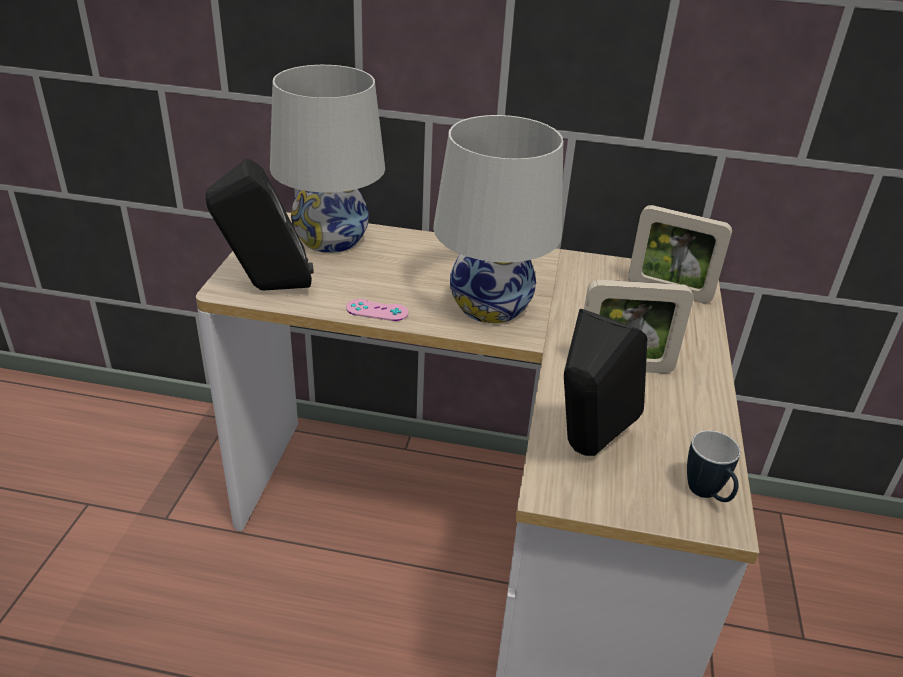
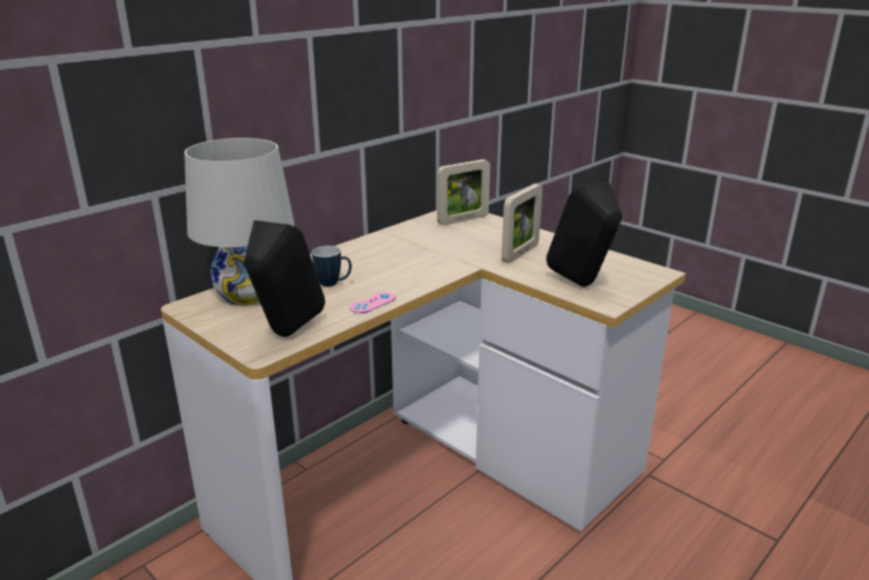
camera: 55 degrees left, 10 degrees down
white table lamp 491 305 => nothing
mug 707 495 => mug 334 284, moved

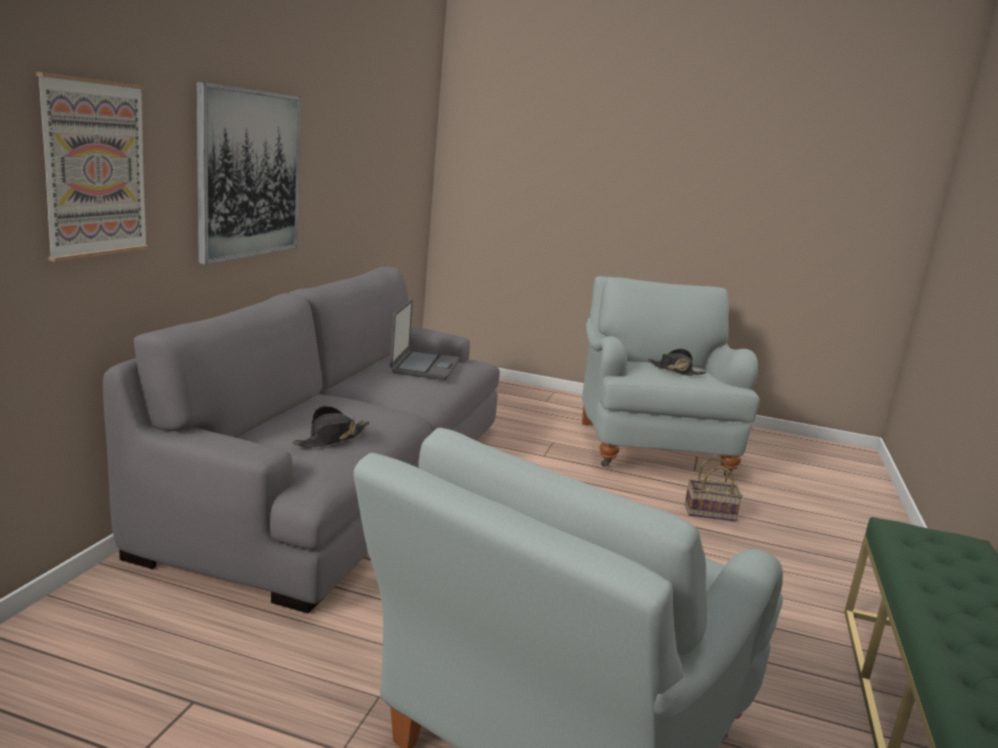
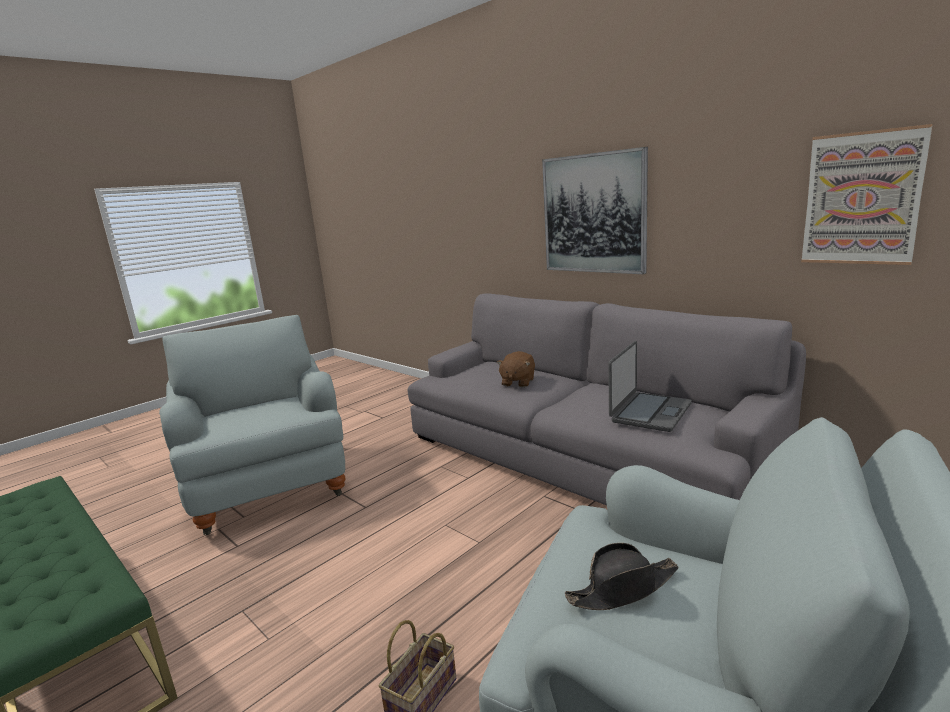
camera: 120 degrees right, 0 degrees up
picture 94 169 => picture 861 199, moved
black hat 331 439 => nothing
laptop 424 366 => laptop 650 412, 90 degrees counterclockwise
nothing => brown plush toy 517 382

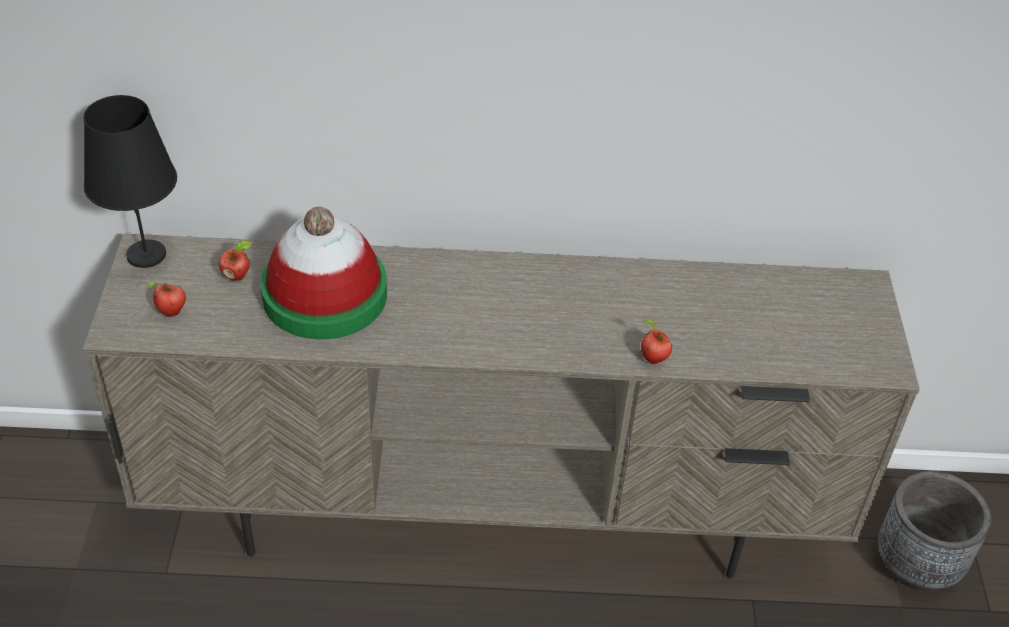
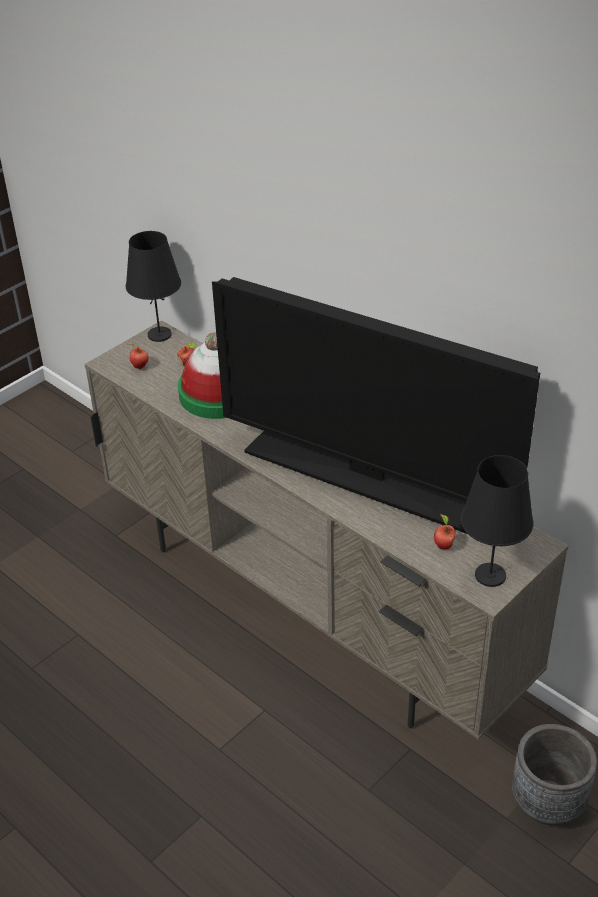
camera: 45 degrees right, 5 degrees down
apple 652 358 => apple 443 545, moved
nothing => television 369 480
nothing => black table lamp 490 575

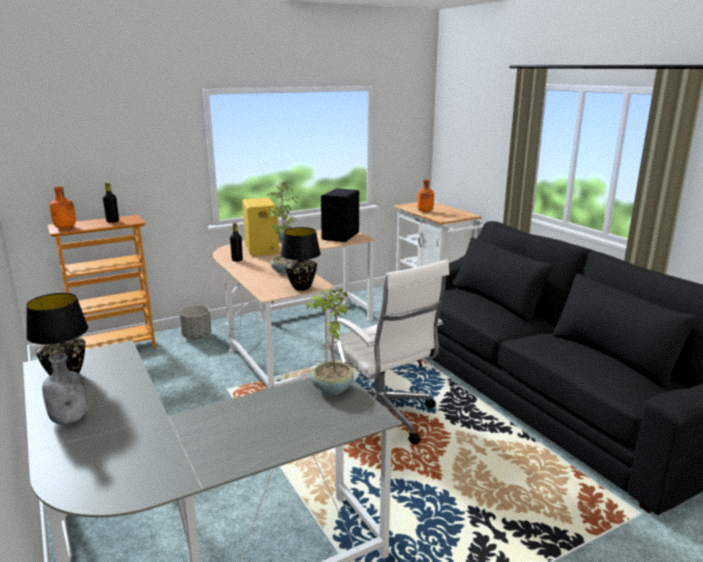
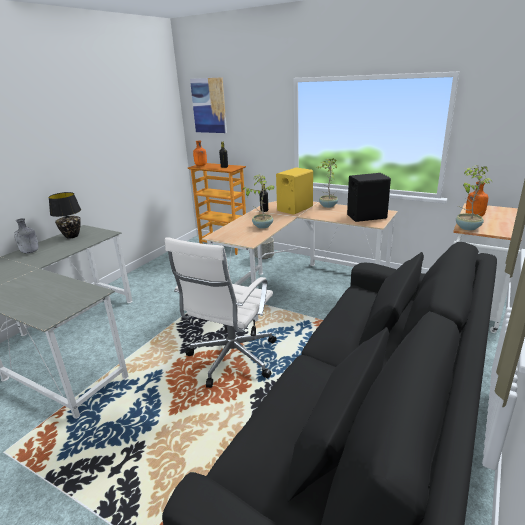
camera: 60 degrees right, 5 degrees up
black table lamp 302 287 => nothing
potted plant 331 389 => potted plant 467 227, moved
nothing => picture 209 105

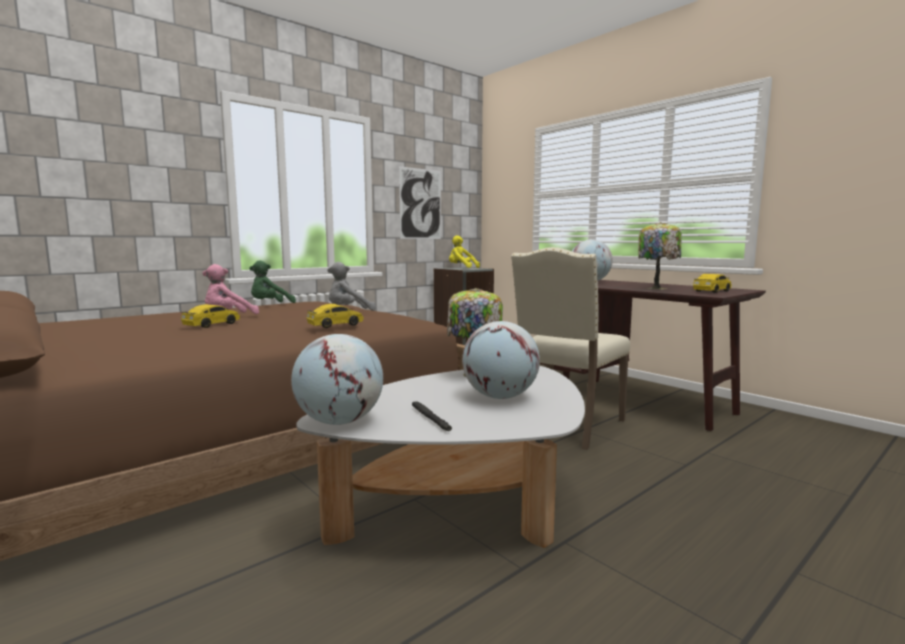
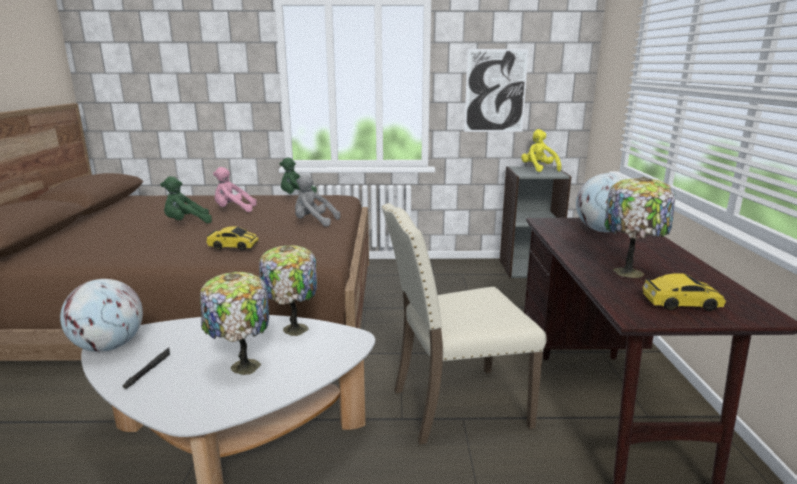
camera: 40 degrees right, 10 degrees up
toy car 212 325 => green plush toy 186 223
globe 500 397 => table lamp 242 367

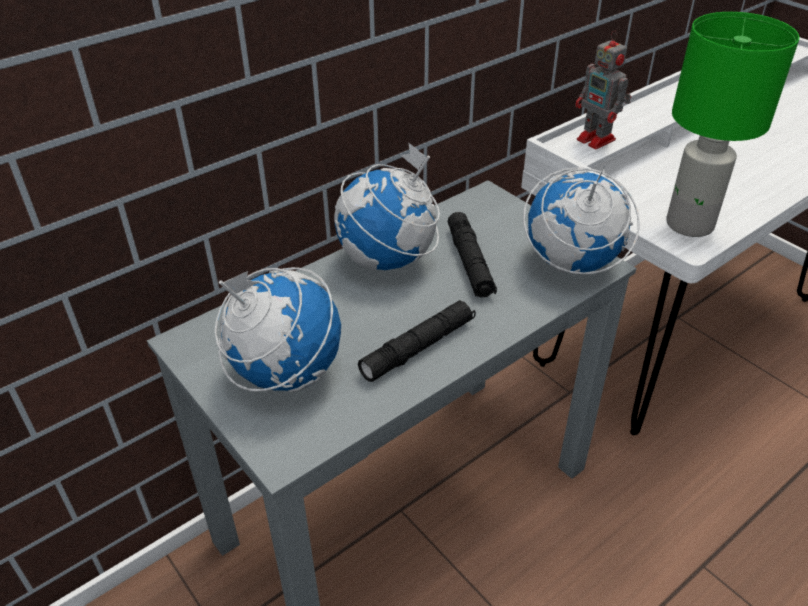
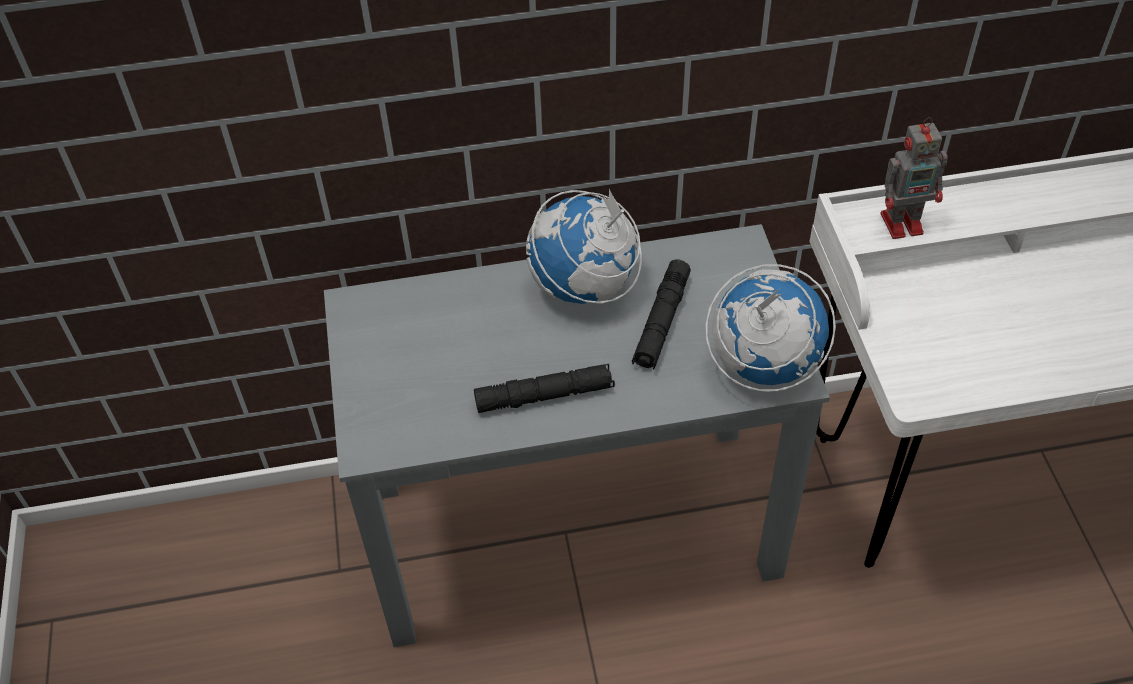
camera: 30 degrees right, 10 degrees up
globe 284 373 => nothing
toy robot 597 140 => toy robot 904 223, 90 degrees counterclockwise
green table lamp 690 225 => nothing

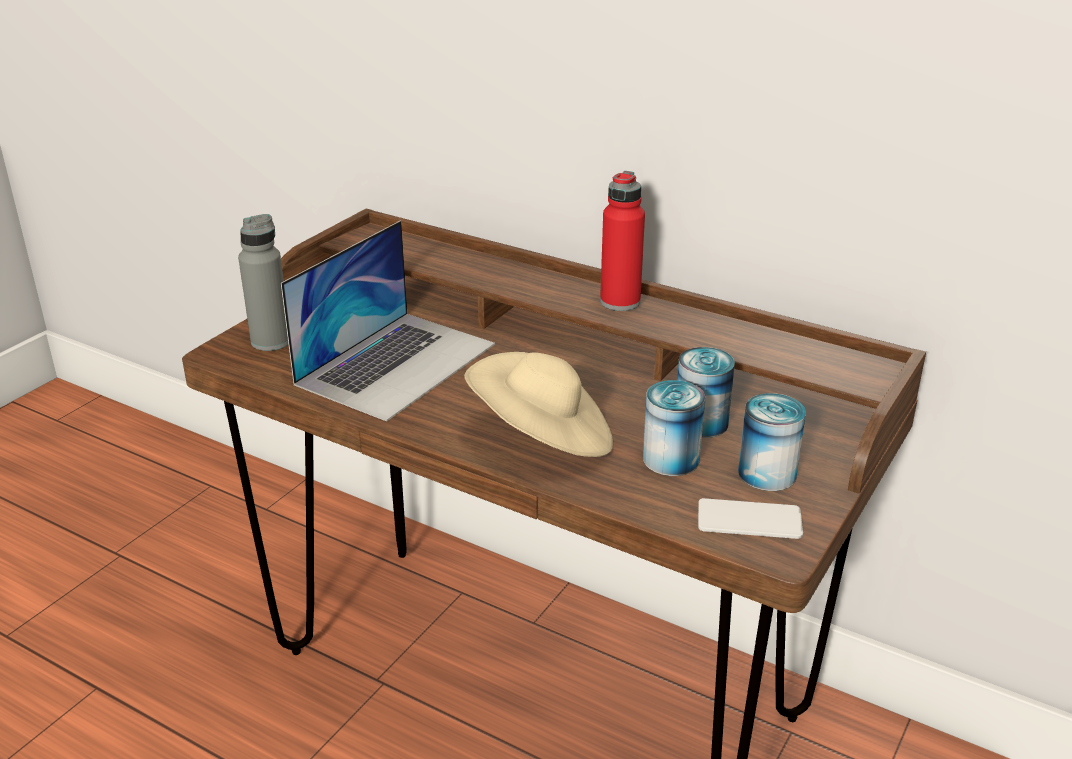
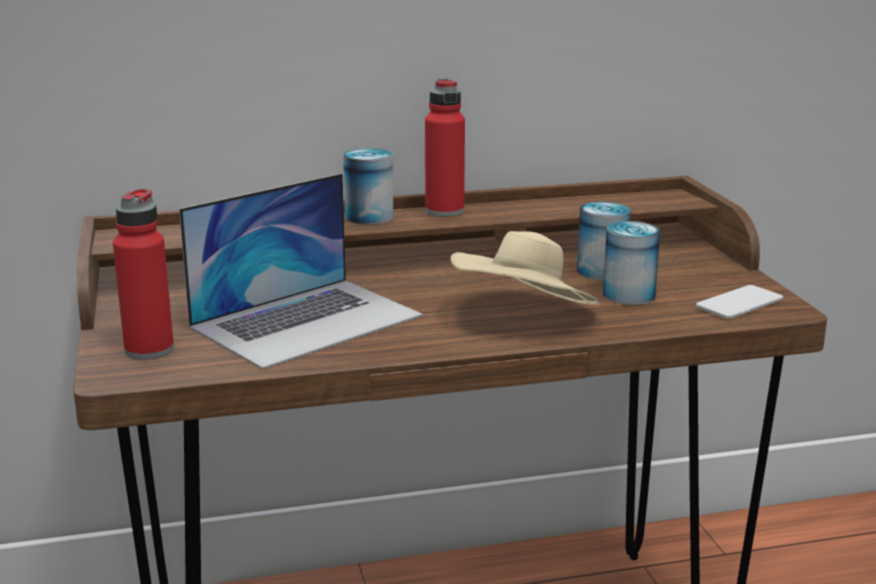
camera: 45 degrees left, 10 degrees down
grey bottle 271 341 => red bottle 149 350
laptop 397 363 => laptop 307 321, 60 degrees clockwise
can 767 473 => can 369 217, moved

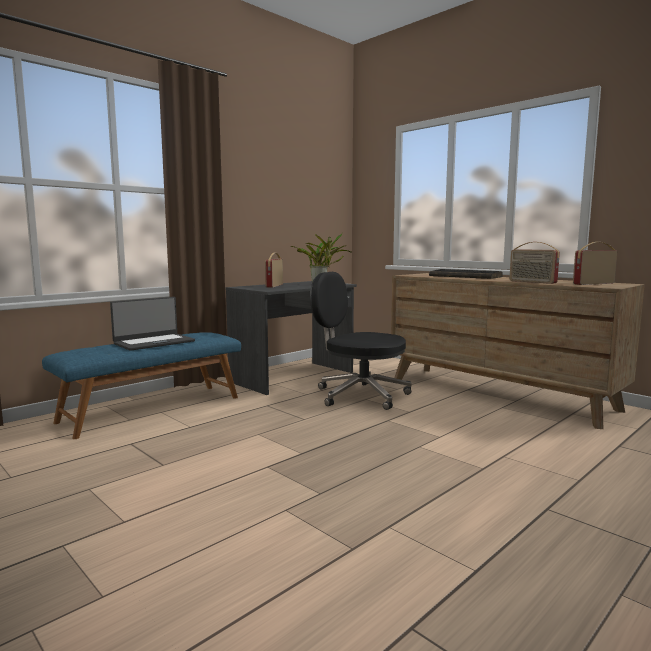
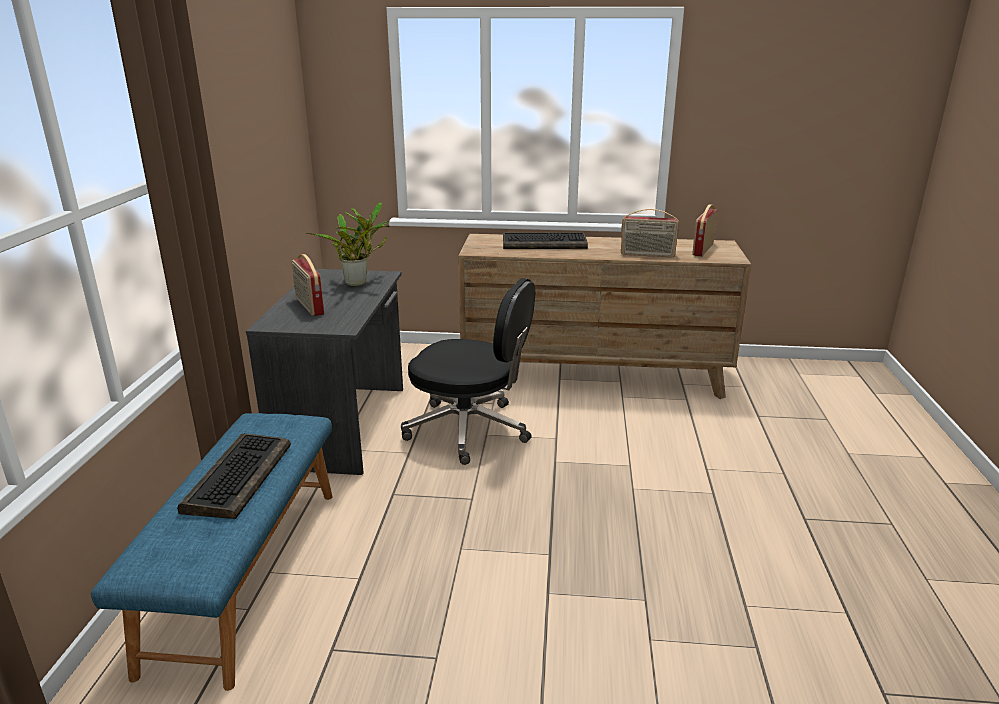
camera: 40 degrees left, 15 degrees up
laptop 154 342 => keyboard 238 476
black office chair 359 395 => black office chair 470 430, 150 degrees counterclockwise

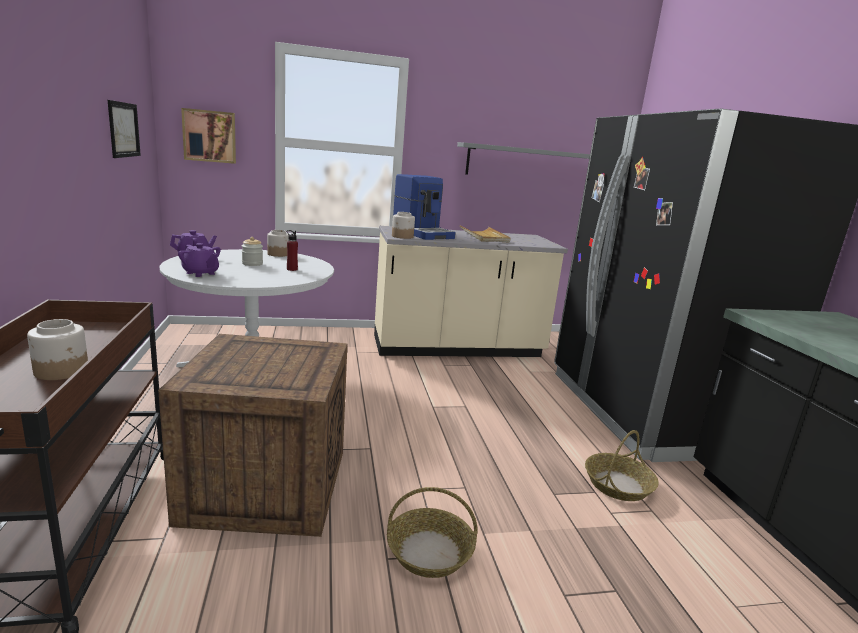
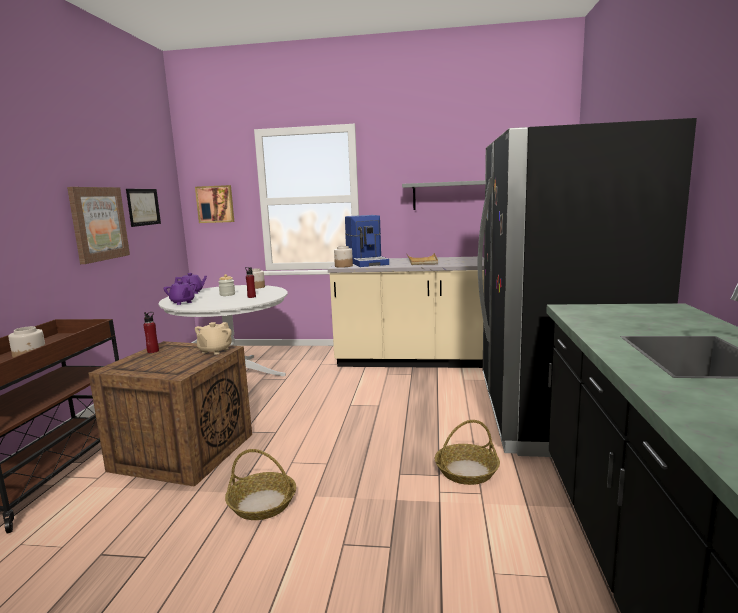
camera: 20 degrees right, 5 degrees down
nothing => picture 98 223
nothing => red bottle 153 351
nothing => beige teapot 215 350

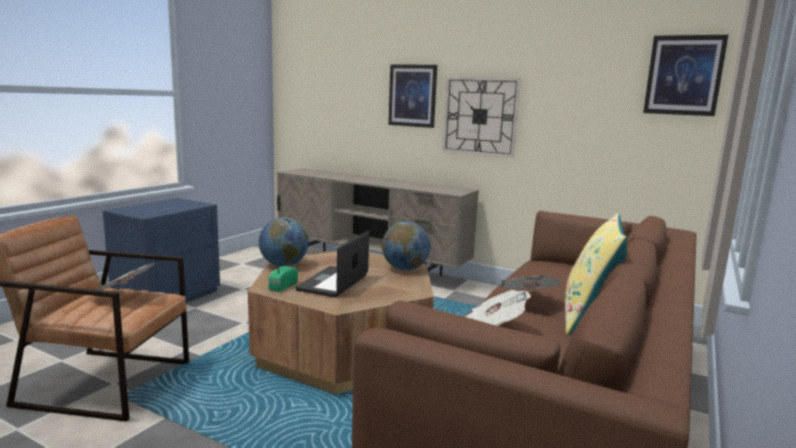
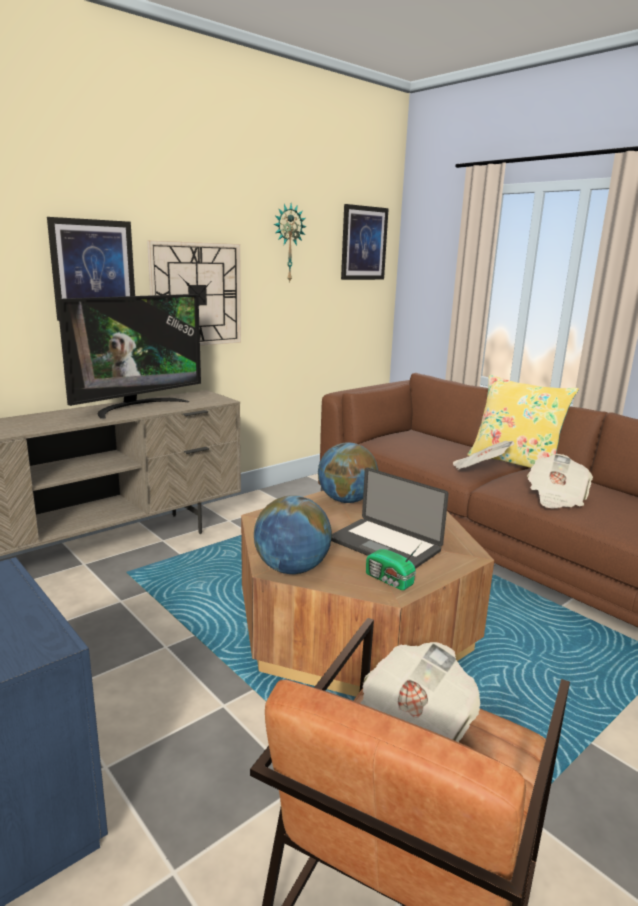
camera: 70 degrees left, 5 degrees up
nothing => television 137 406
nothing => wall clock 288 243

